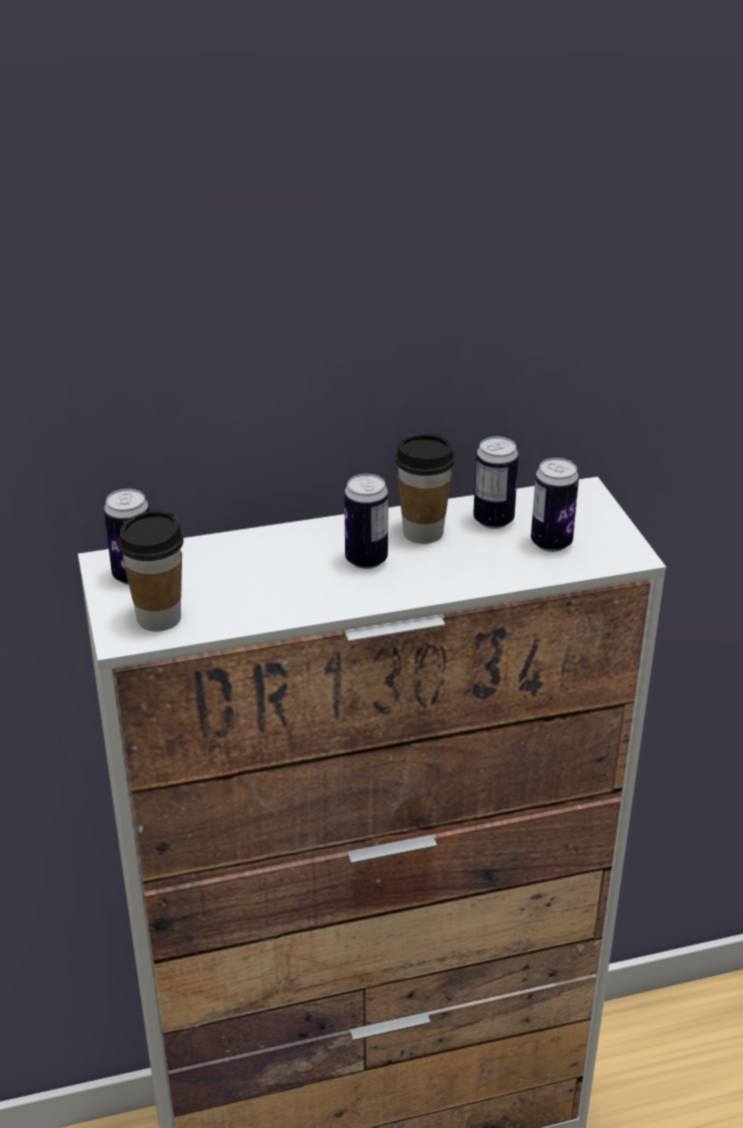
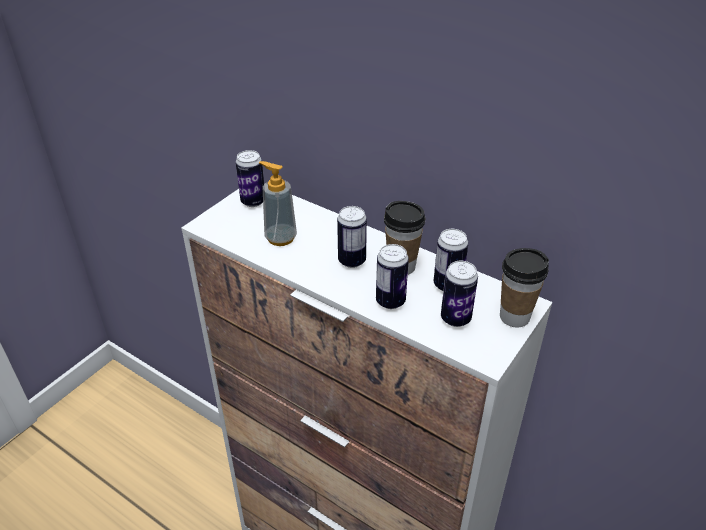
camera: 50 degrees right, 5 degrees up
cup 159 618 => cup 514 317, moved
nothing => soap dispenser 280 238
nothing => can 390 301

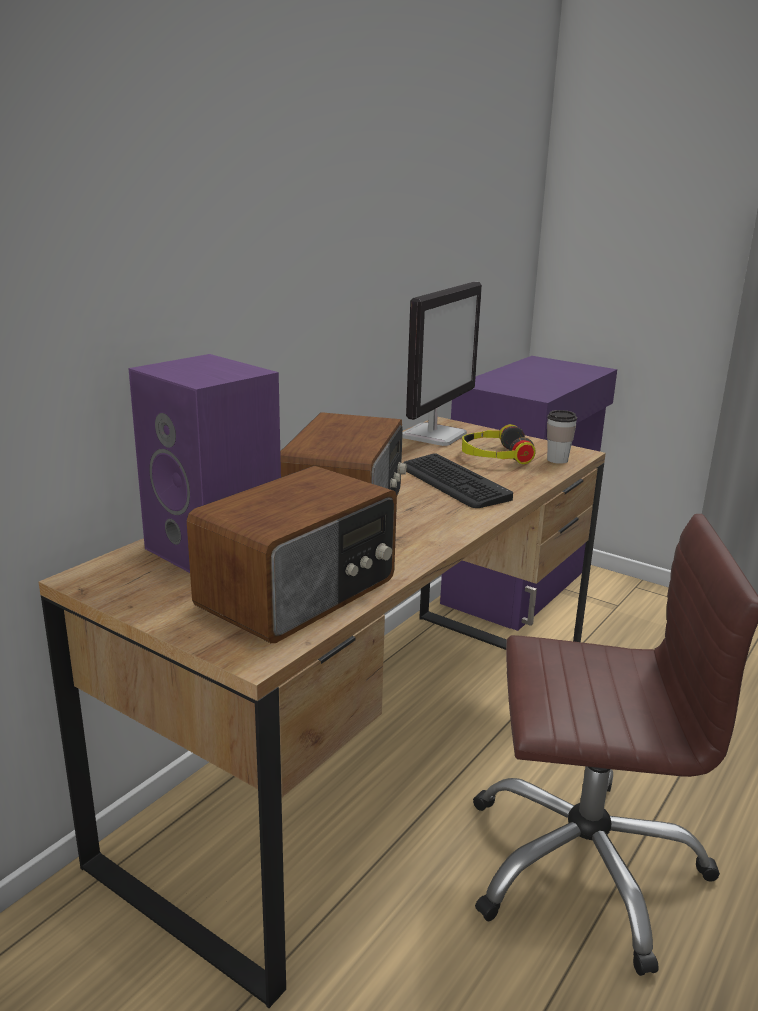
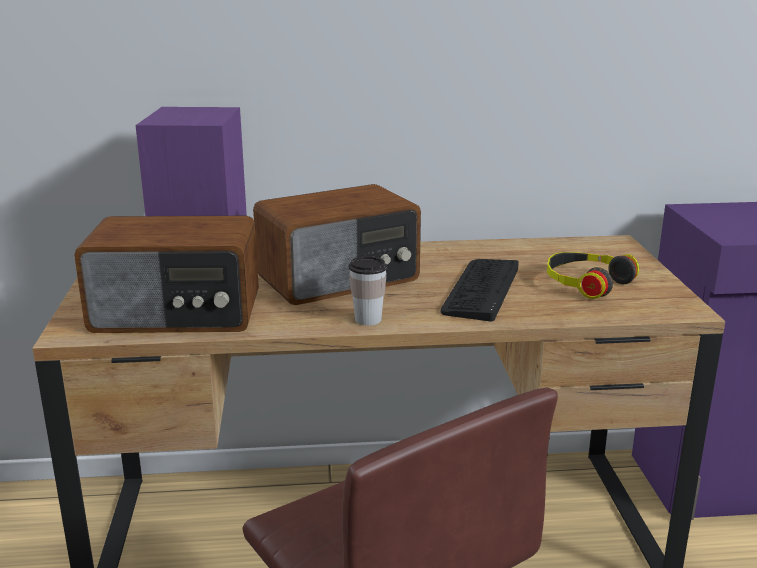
camera: 50 degrees right, 0 degrees up
monitor 434 435 => nothing
cup 557 460 => cup 368 319, moved

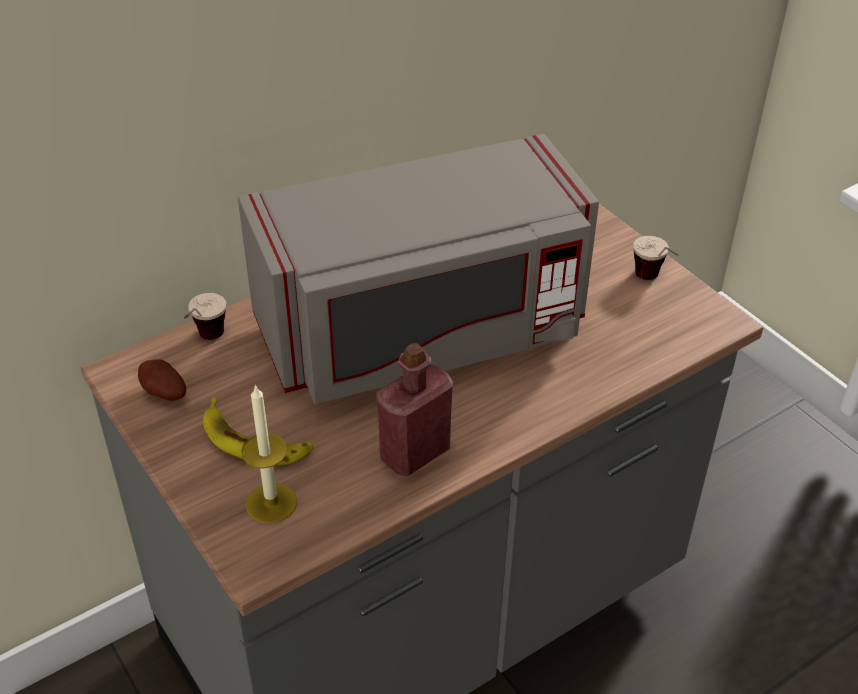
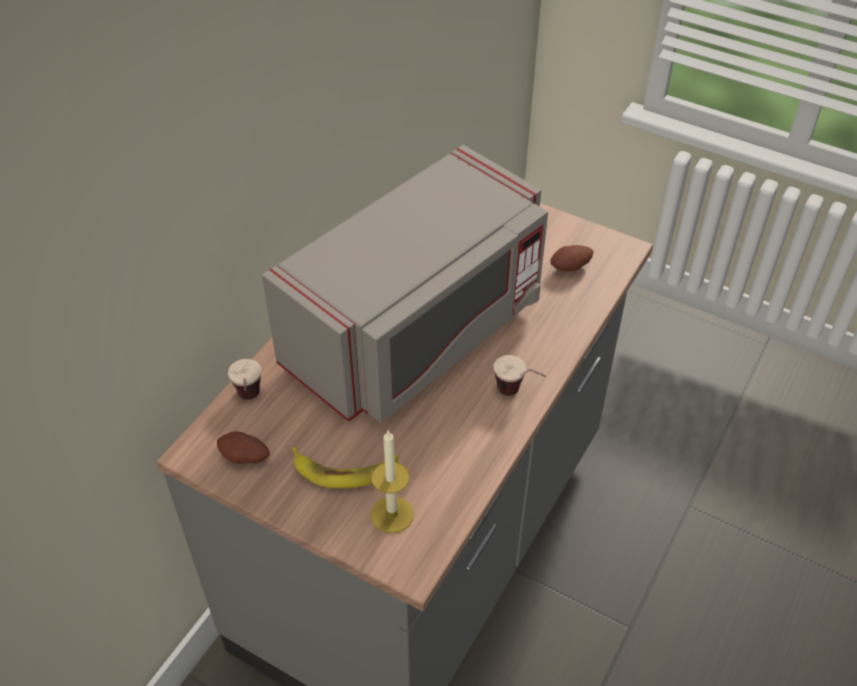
camera: 25 degrees left, 5 degrees up
red bottle 414 453 => nothing
cup 653 282 => cup 518 395, moved
nothing => potato 571 268

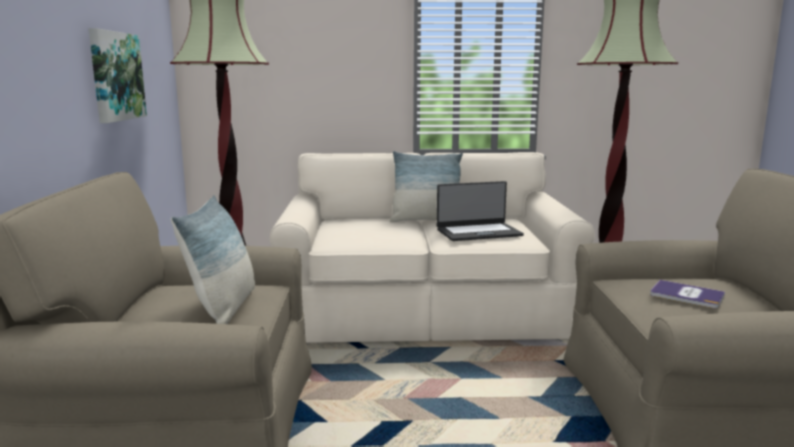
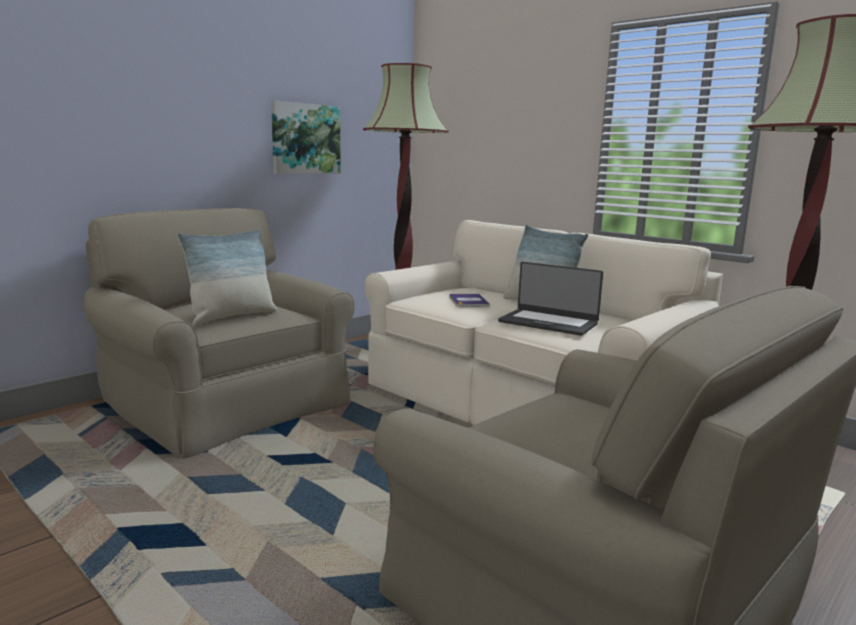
camera: 45 degrees right, 0 degrees up
book 686 295 => book 468 301, moved

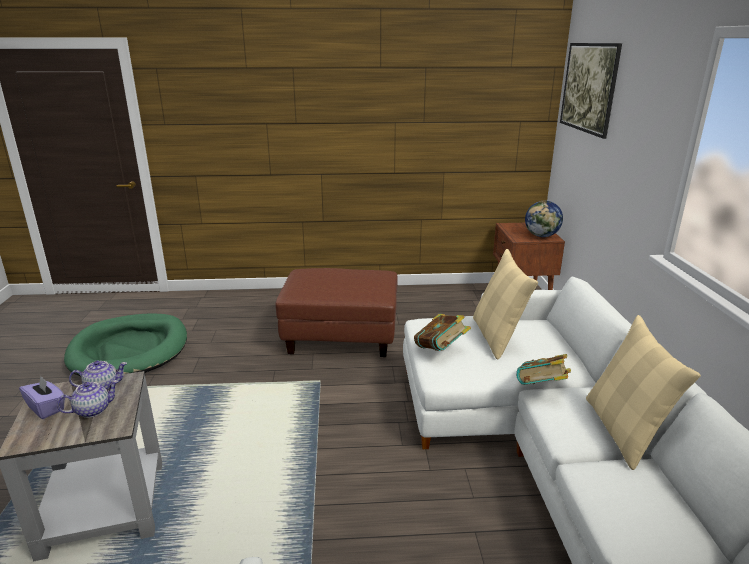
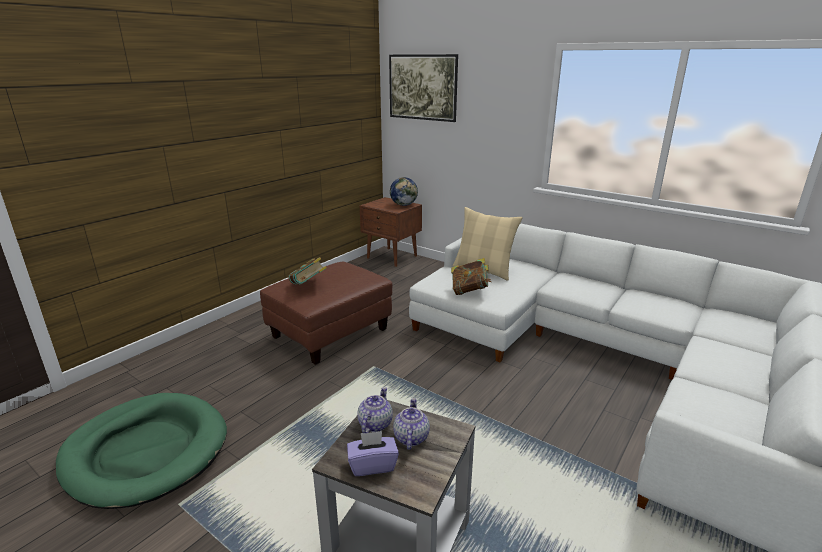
camera: 50 degrees left, 0 degrees up
book 541 389 => book 308 286, moved
beige pillow 623 431 => nothing

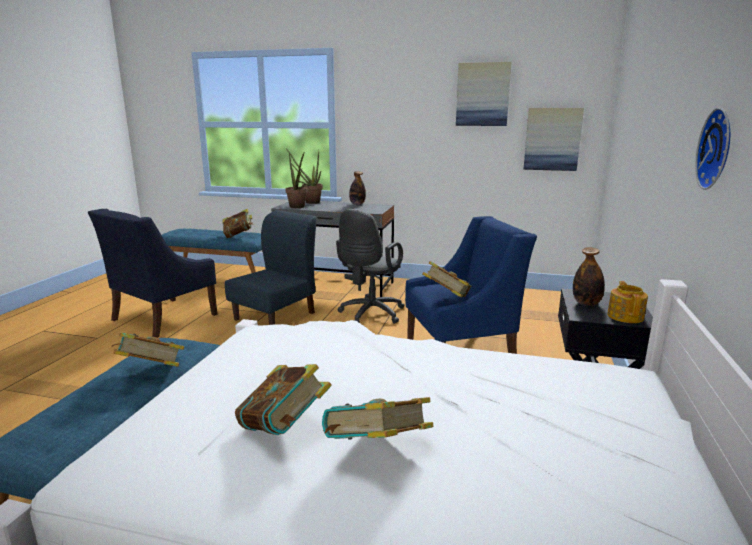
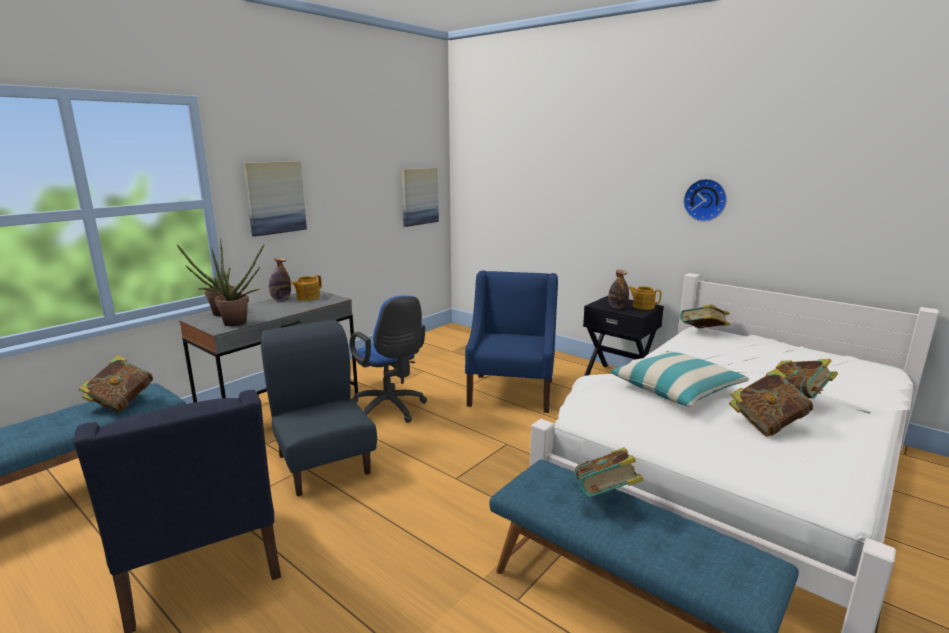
camera: 65 degrees left, 0 degrees up
grey office chair 369 315 => blue office chair 390 409
book 446 298 => book 702 333, moved
picture 483 94 => picture 275 197, moved
nothing => teapot 307 297
nothing => pillow 676 390

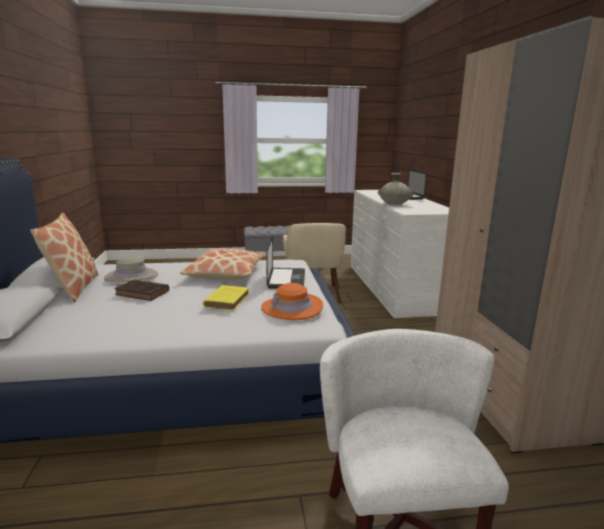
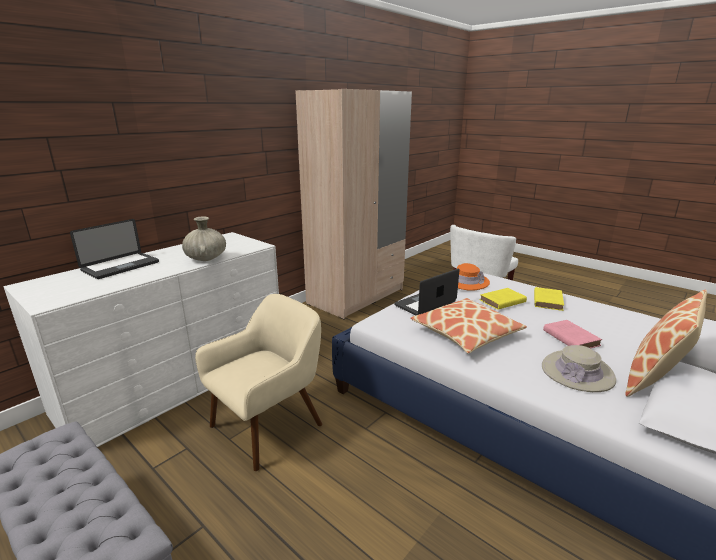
camera: 130 degrees left, 5 degrees up
brown book 143 293 => pink book 569 337
nothing => yellow book 547 300

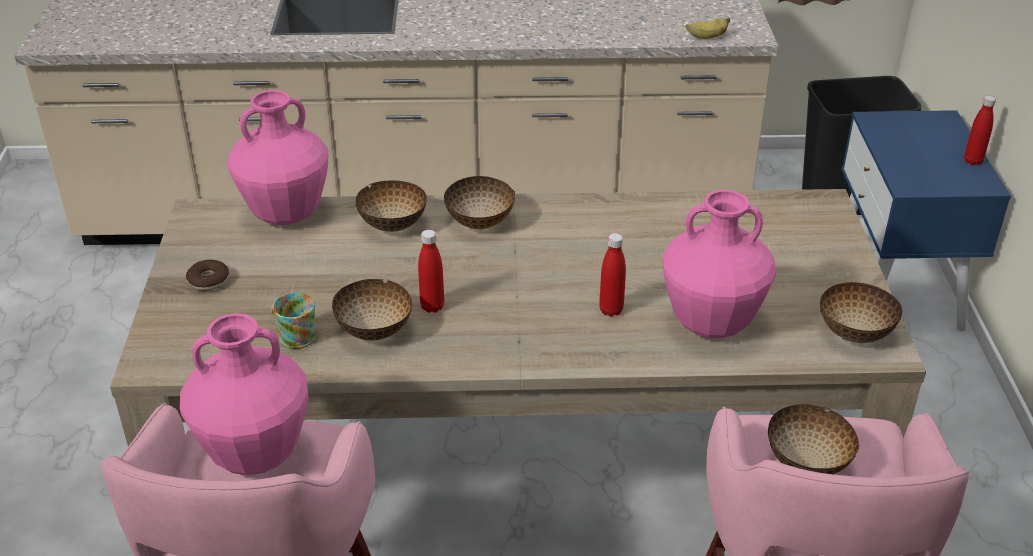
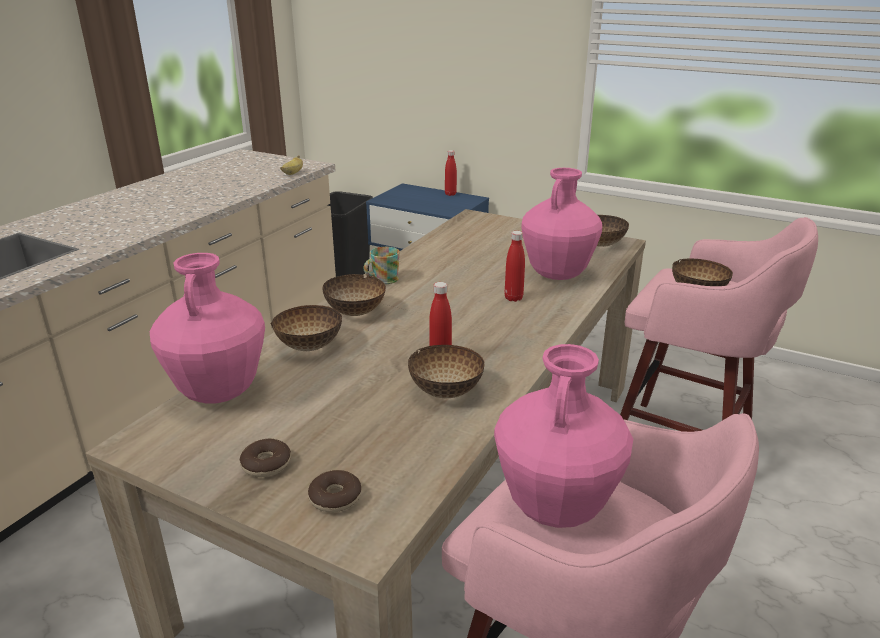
camera: 60 degrees left, 10 degrees down
mug 294 335 => mug 382 280, moved
nothing => donut 335 498

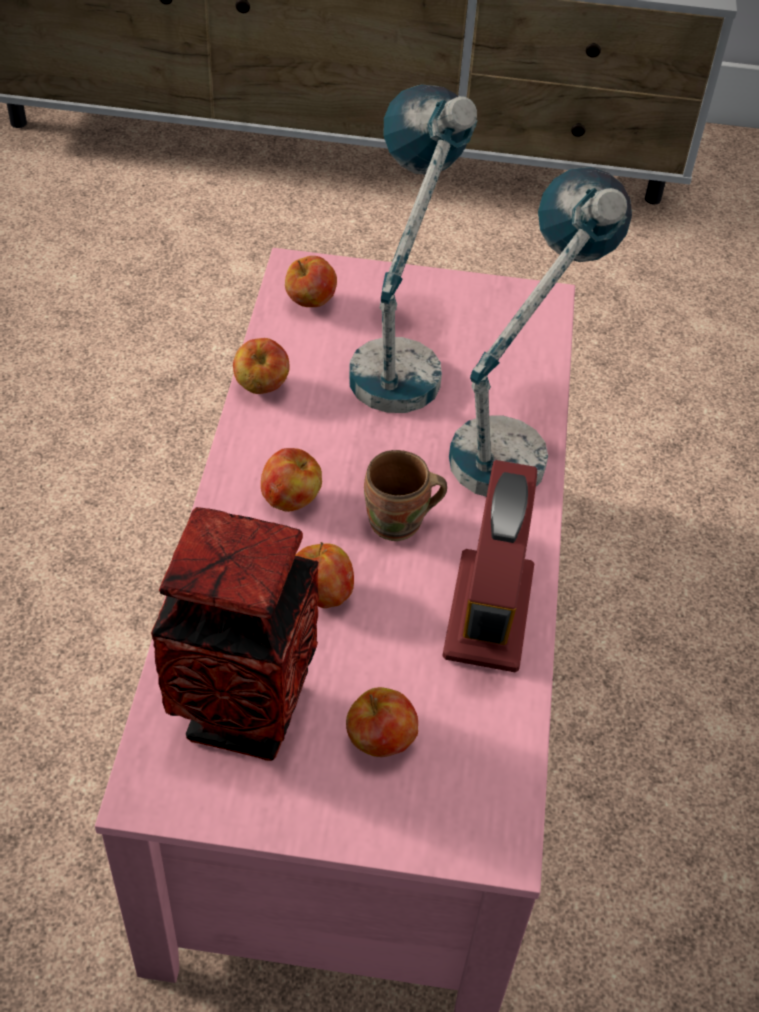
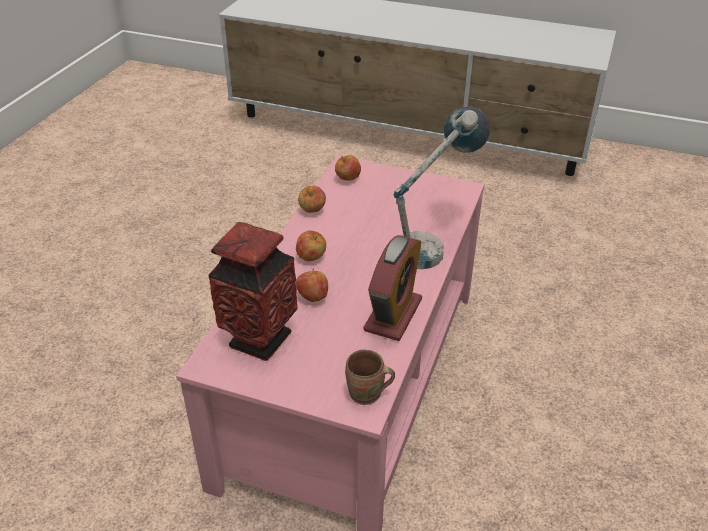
camera: 15 degrees right, 10 degrees down
apple 380 742 => nothing
table lamp 402 353 => nothing
brown mug 399 525 => brown mug 367 395, moved

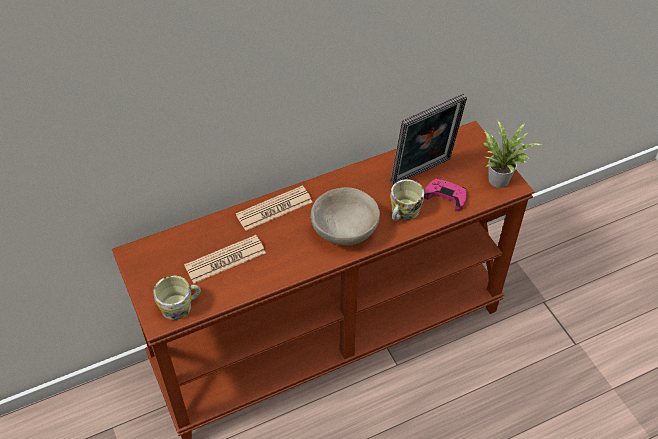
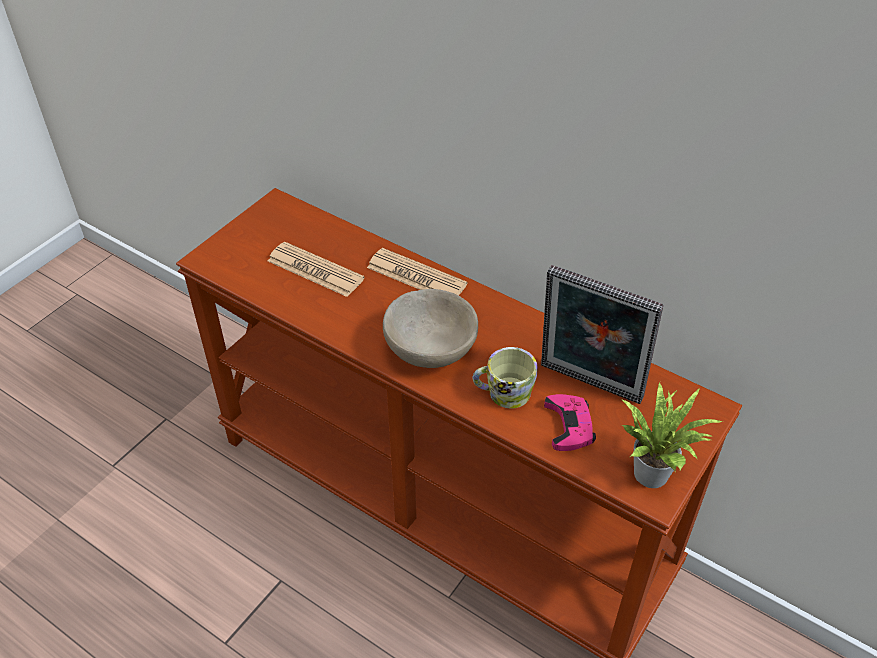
camera: 60 degrees right, 5 degrees down
mug 180 305 => nothing

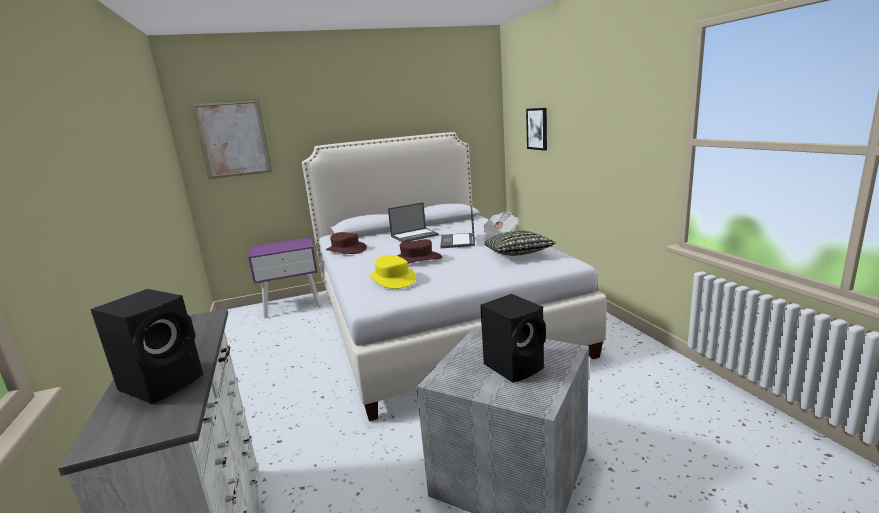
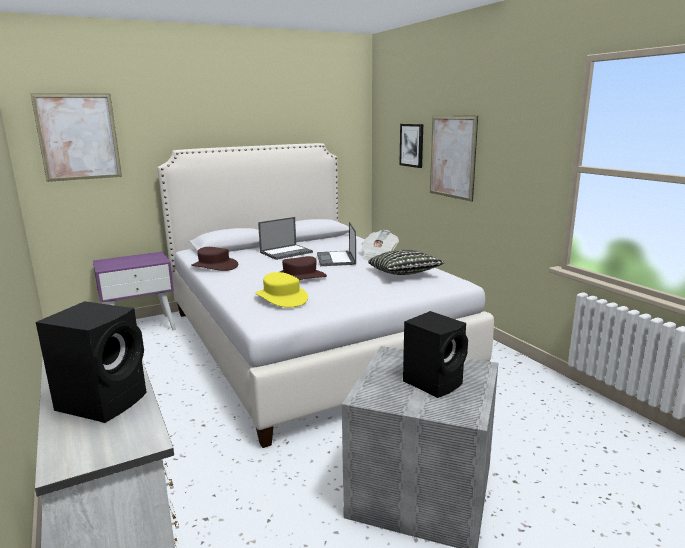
camera: 10 degrees left, 0 degrees up
nothing => picture 452 157

